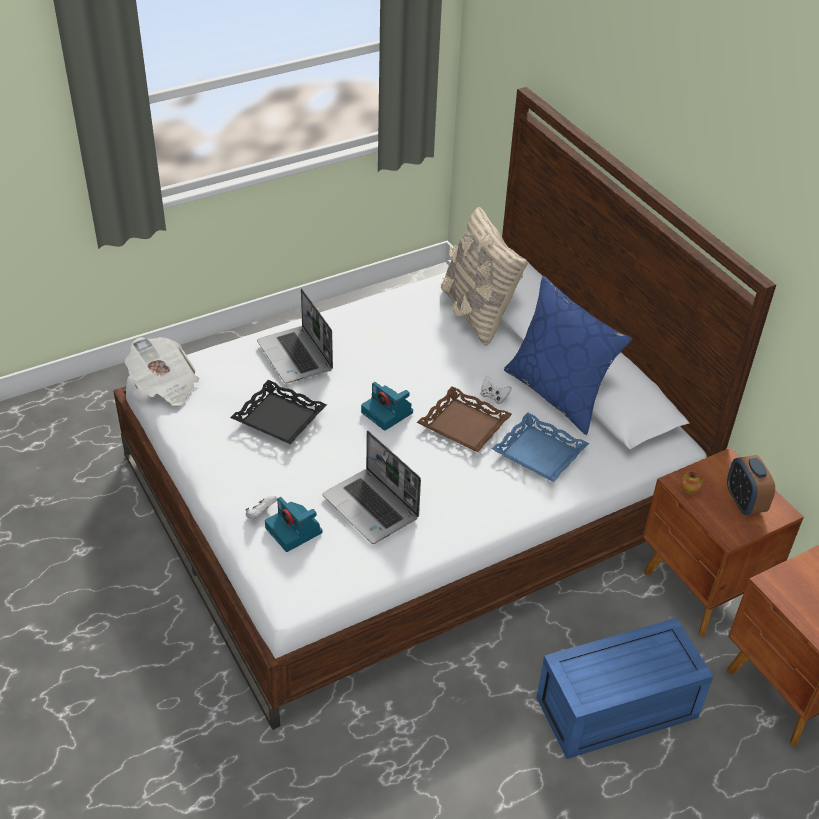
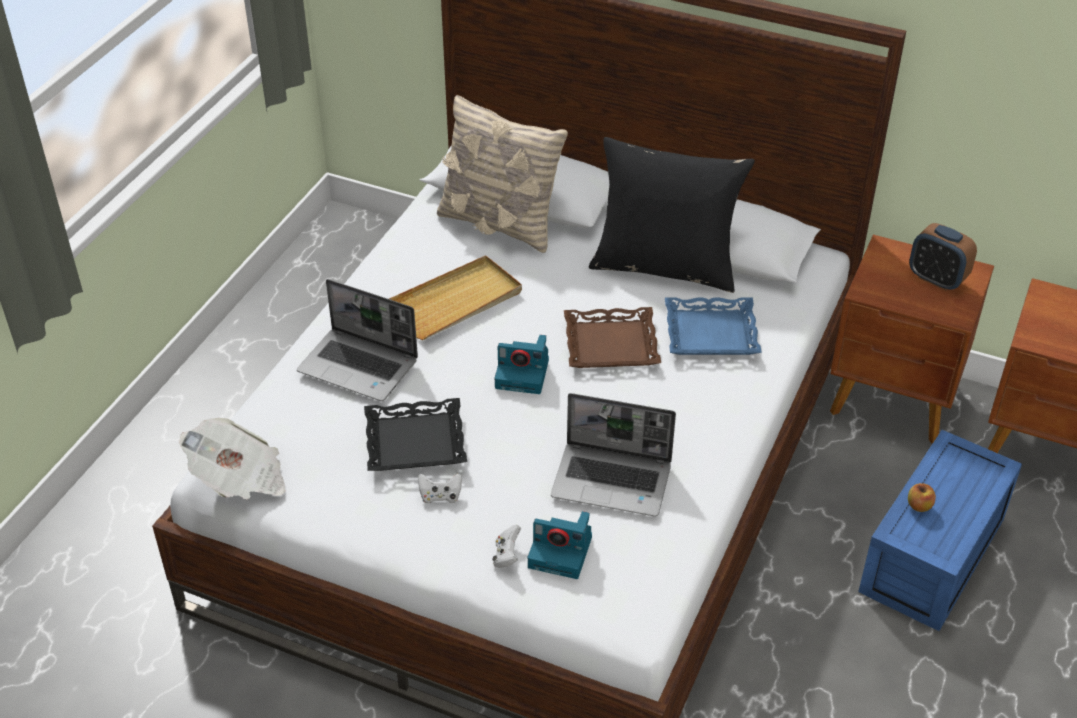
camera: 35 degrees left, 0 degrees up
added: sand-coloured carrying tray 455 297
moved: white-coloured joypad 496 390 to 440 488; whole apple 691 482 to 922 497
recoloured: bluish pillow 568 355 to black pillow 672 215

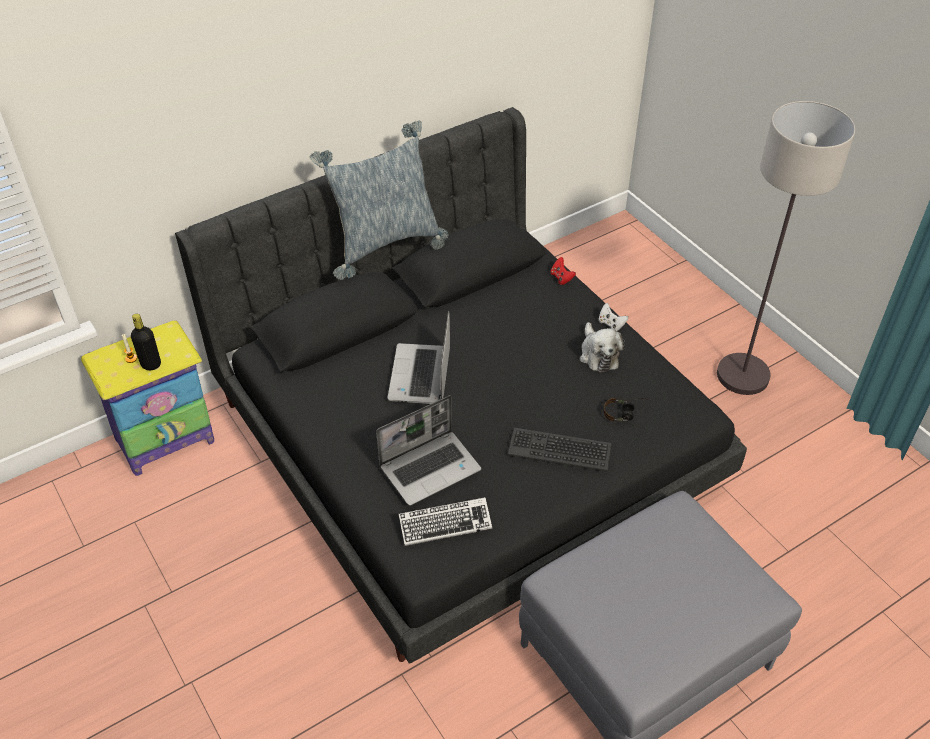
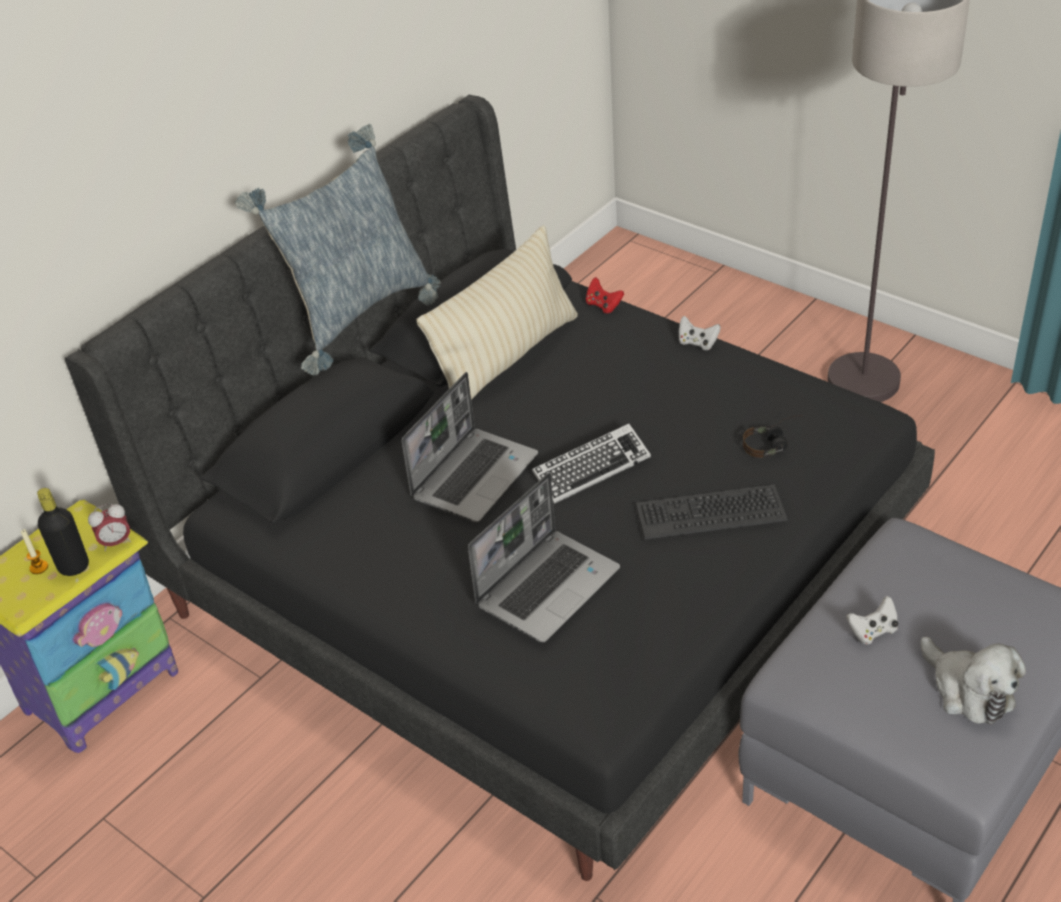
camera: 15 degrees left, 5 degrees down
added: bedside clock 109 527; sand-coloured pillow 497 312; white-coloured joypad 872 620
moved: PC keyboard 445 521 to 591 463; soft toy 602 347 to 973 681
turned: notebook computer 418 357 = 470 447 135 degrees counterclockwise

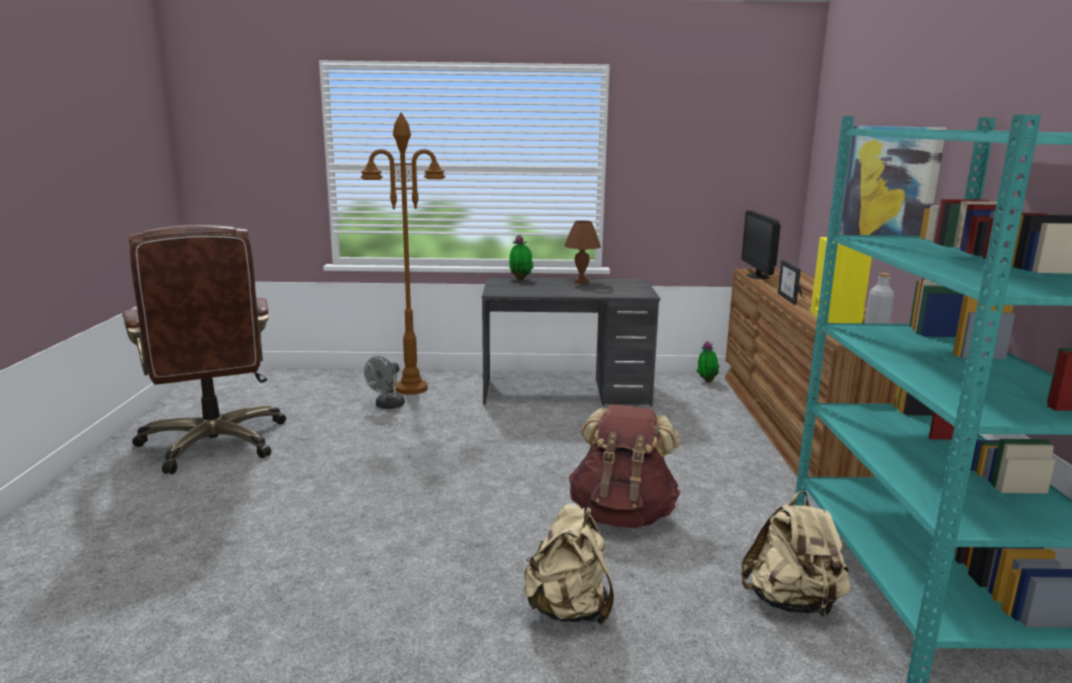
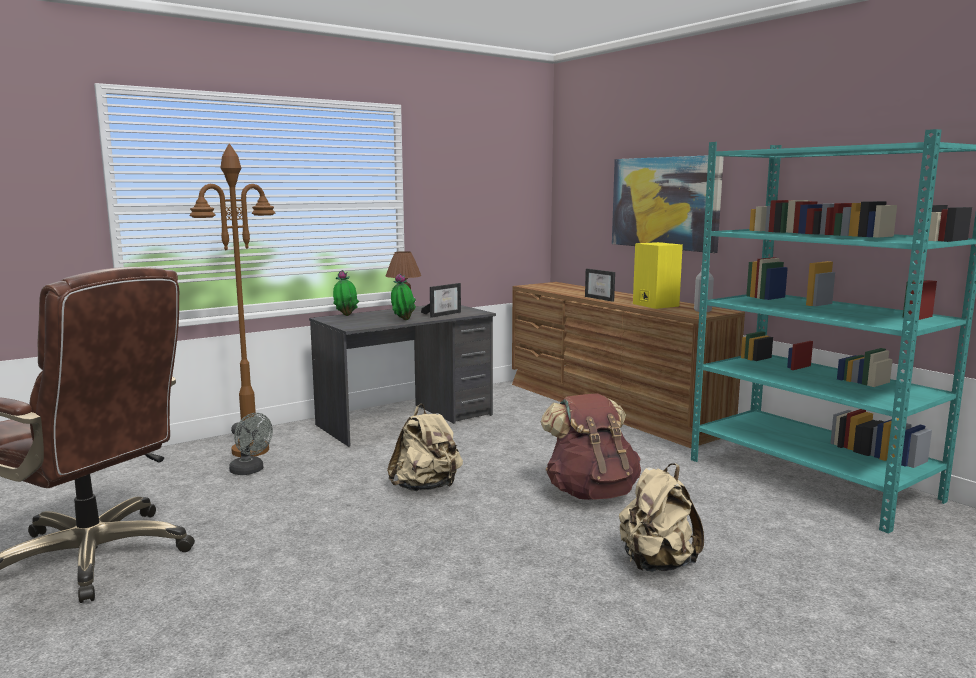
camera: 35 degrees left, 5 degrees down
removed: computer display 761 244
added: picture frame 441 300
moved: potted plant 707 361 to 403 296; sand-coloured backpack 796 554 to 425 447
turned: greyish electric fan 384 382 = 251 444 45 degrees counterclockwise

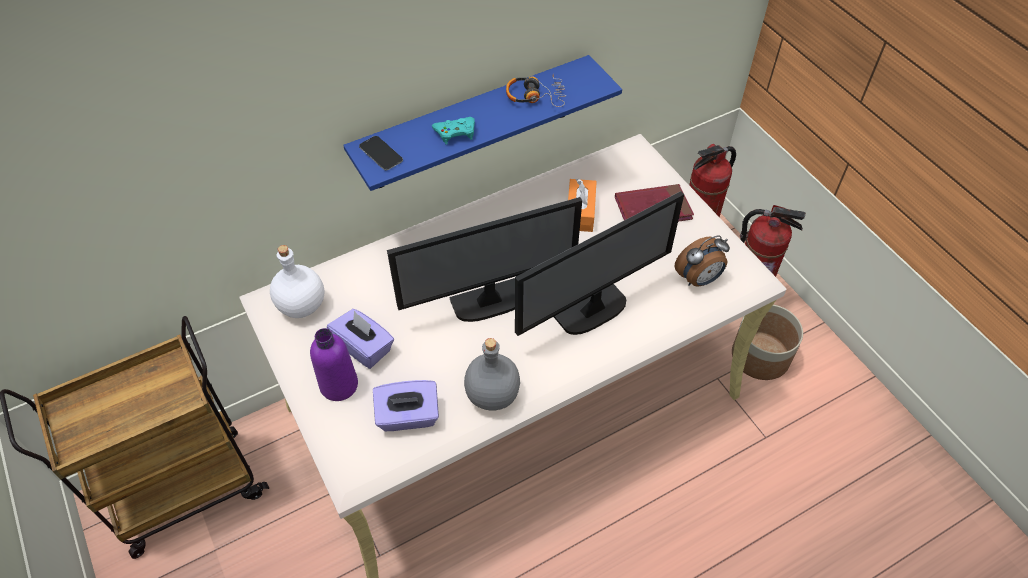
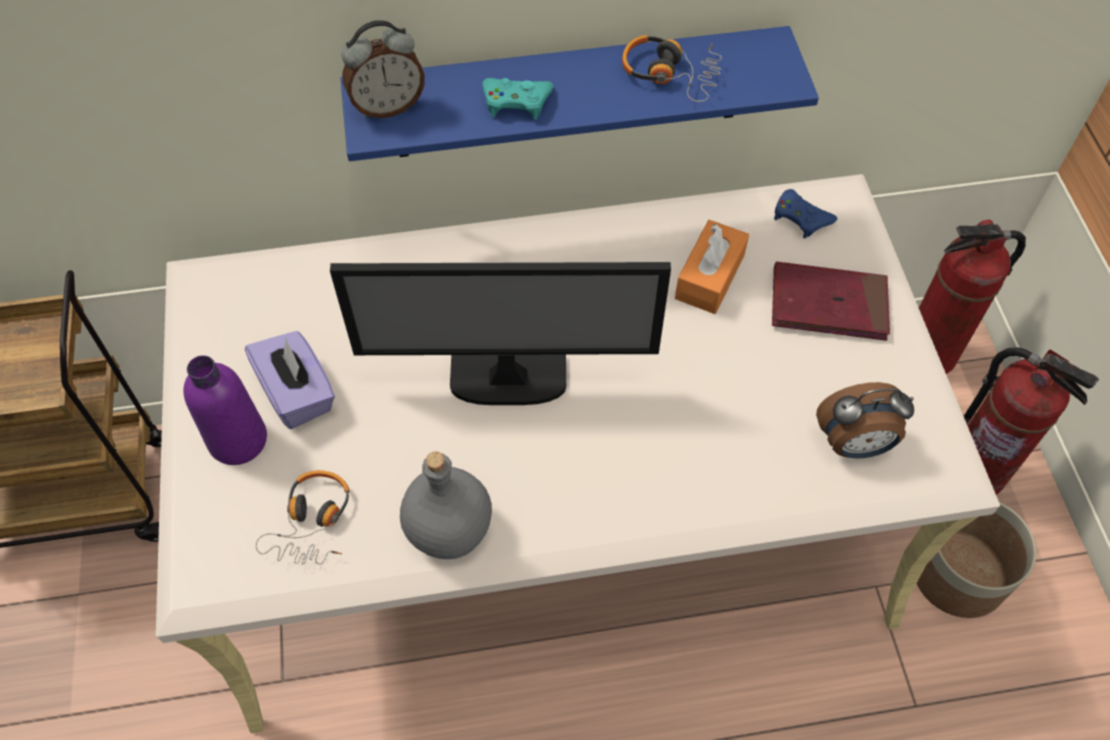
camera: 20 degrees right, 5 degrees up
removed: white-coloured beverage bottle 297 281; computer display 599 263
added: bluish joypad 805 214
replaced: telephone 381 153 to bedside clock 383 69; purple-coloured box of tissues 406 405 to headphones 302 517

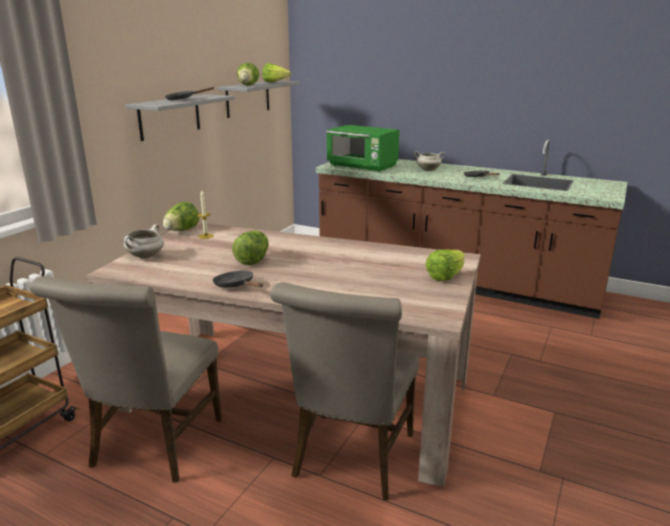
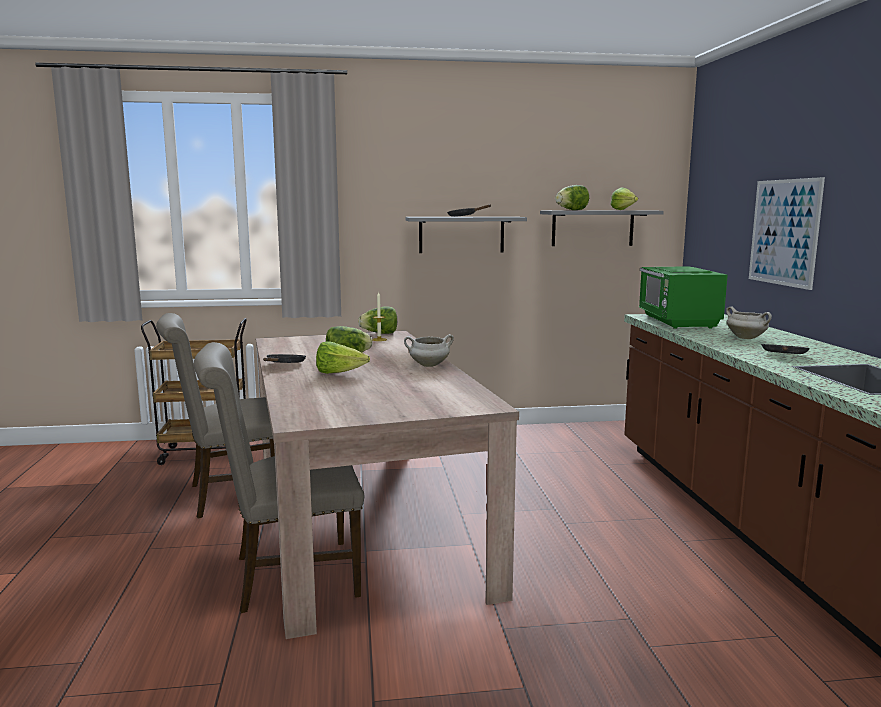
camera: 55 degrees right, 10 degrees down
added: picture 787 233
moved: white-coloured stockpot 144 241 to 429 350; lettuce 445 265 to 343 357

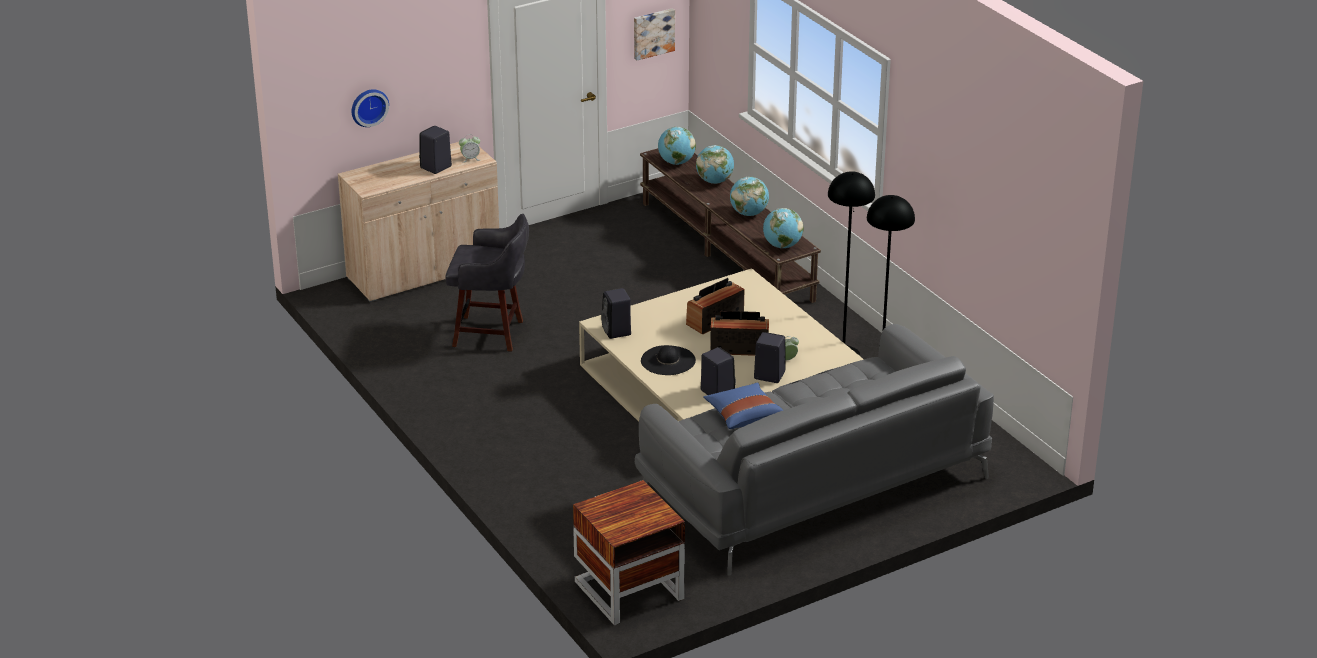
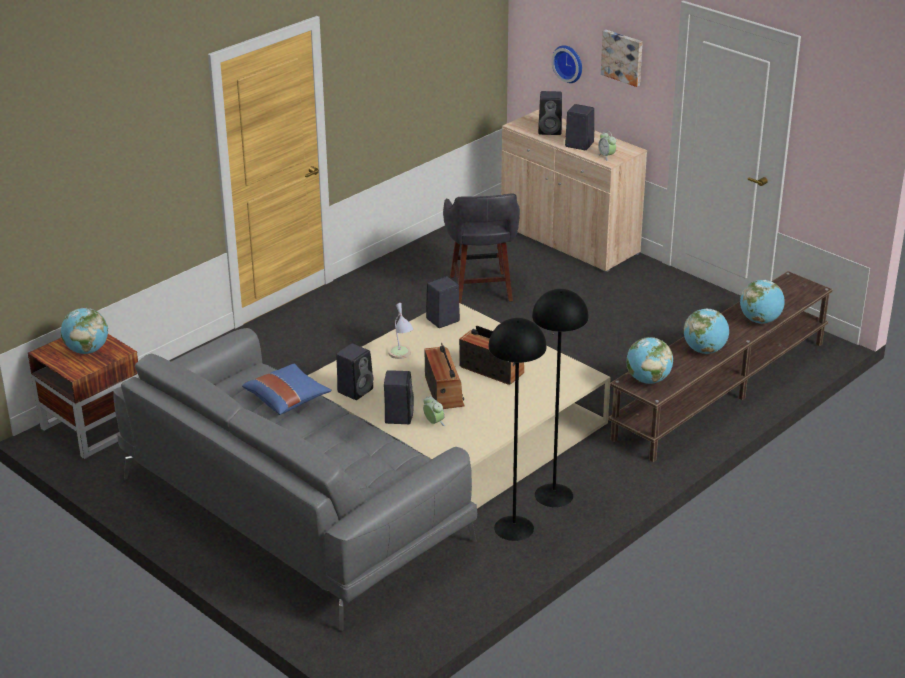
camera: 75 degrees right, 0 degrees up
added: black loudspeaker 550 113
moved: picture 654 34 to 622 58; globe 677 146 to 84 331
replaced: black hat 668 360 to tabletop lamp 400 331

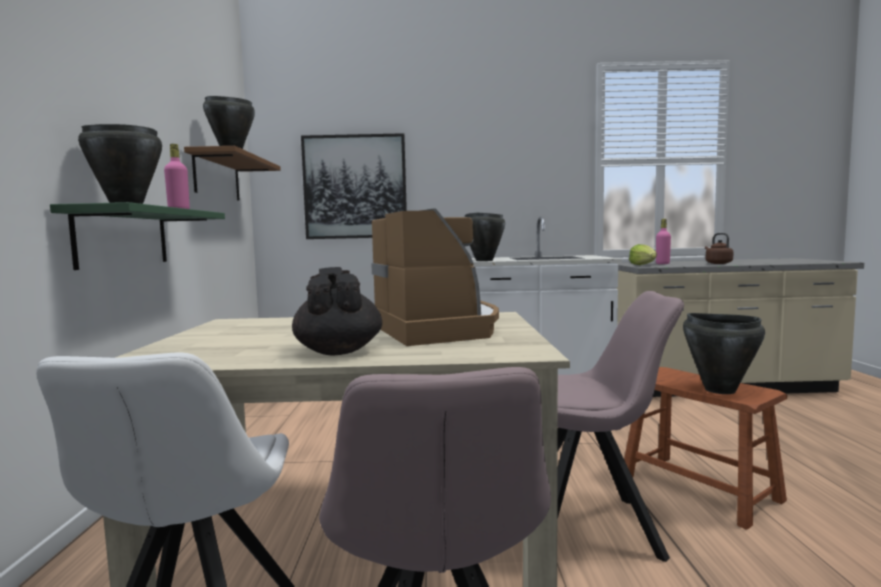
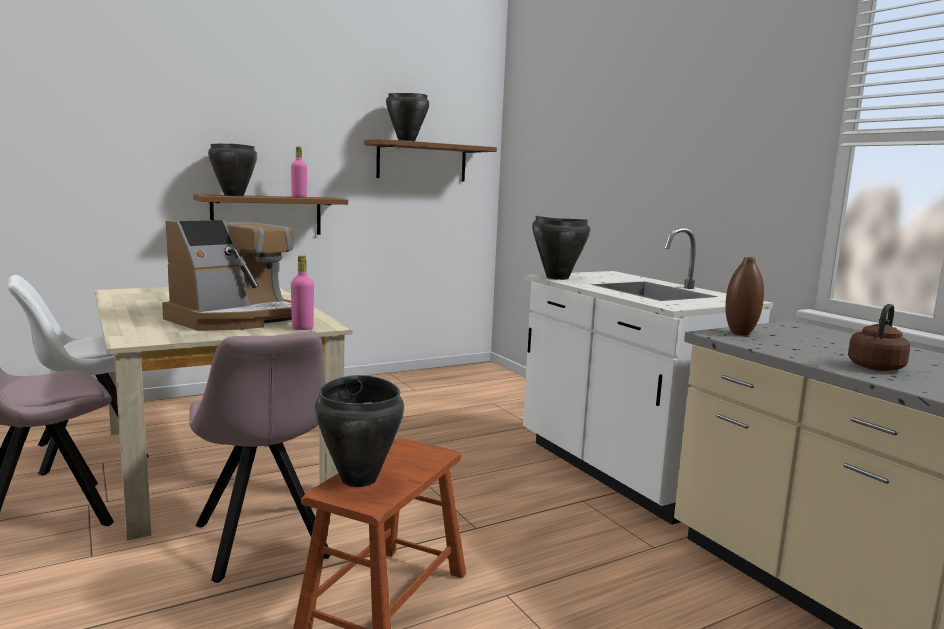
camera: 60 degrees right, 5 degrees up
removed: black tea pot 337 311; picture 354 186
moved: pinkish beverage bottle 663 241 to 302 292
replaced: lettuce 643 254 to brown-coloured vase 744 296
recoloured: green-coloured wall shelf 137 236 to brown-coloured wall shelf 270 214

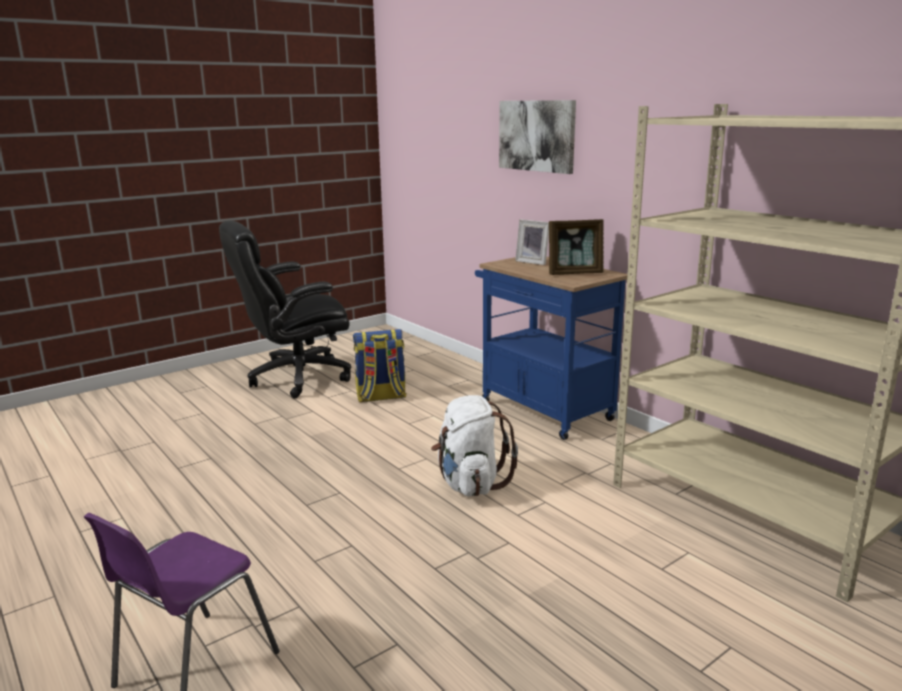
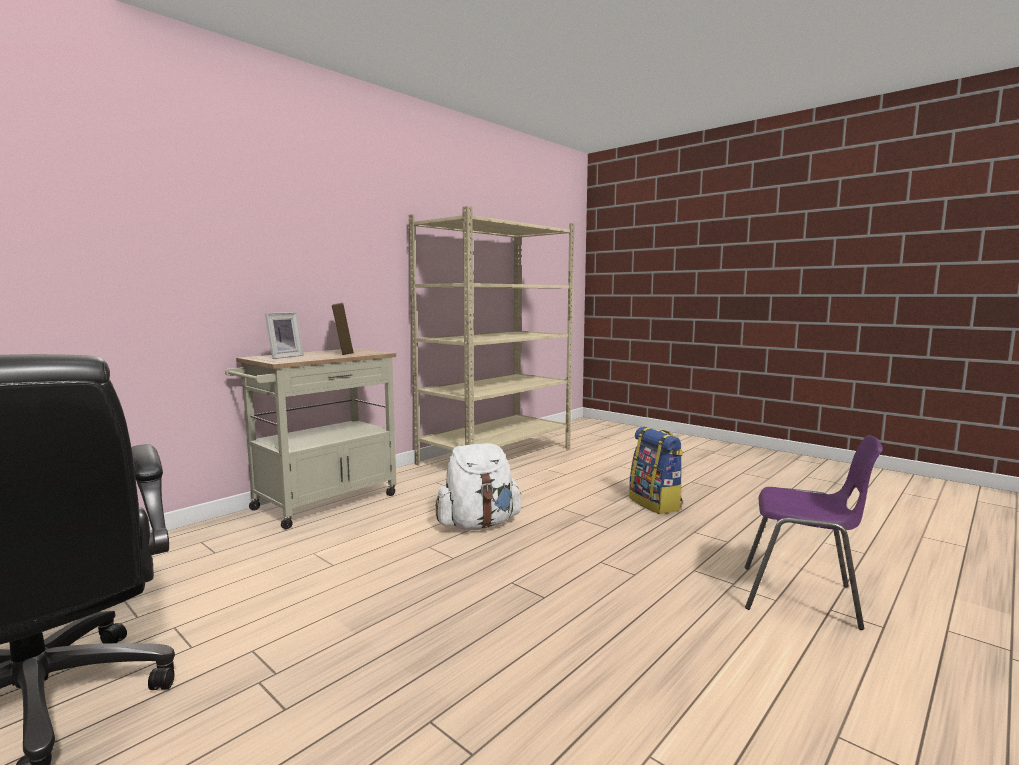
camera: 100 degrees left, 10 degrees down
removed: picture 537 137
moved: backpack 379 365 to 656 470
recoloured: bluish trolley 551 348 to sand-coloured trolley 310 438

